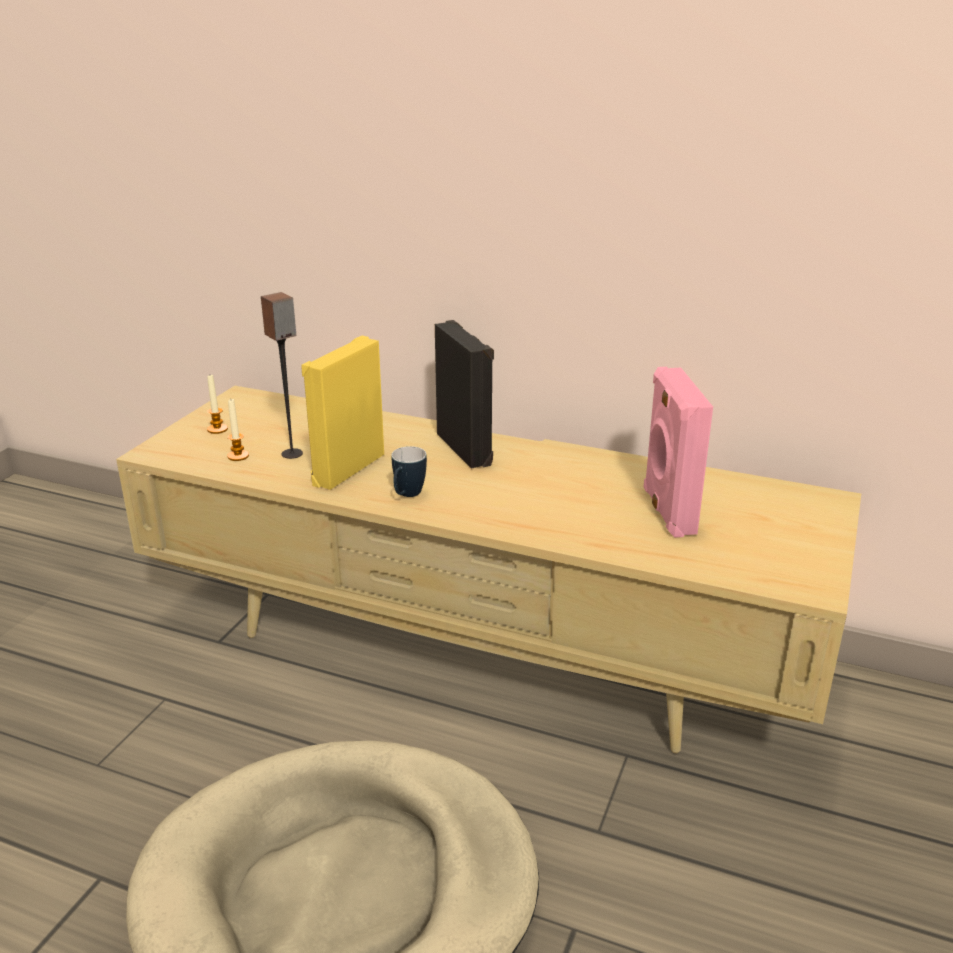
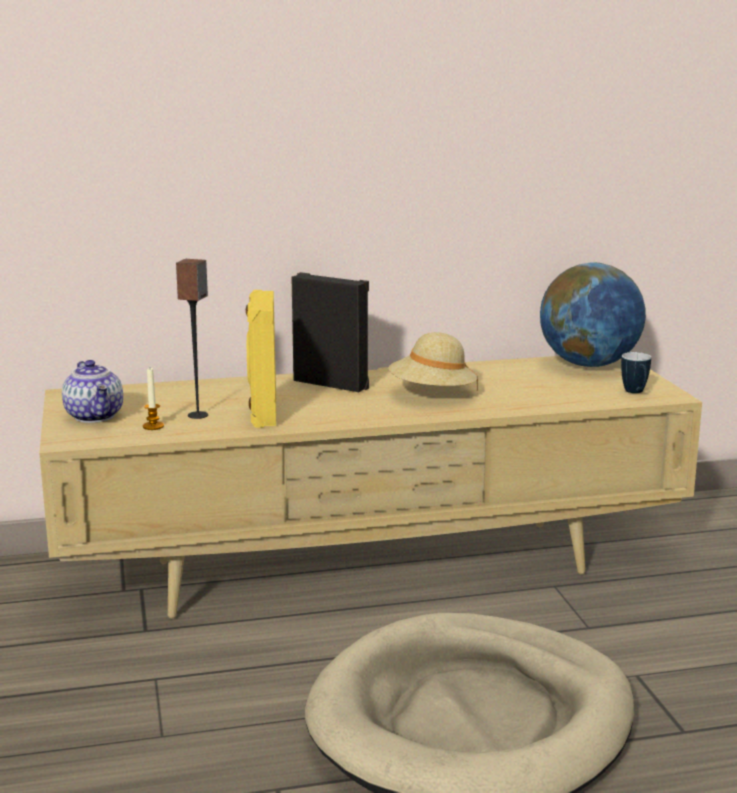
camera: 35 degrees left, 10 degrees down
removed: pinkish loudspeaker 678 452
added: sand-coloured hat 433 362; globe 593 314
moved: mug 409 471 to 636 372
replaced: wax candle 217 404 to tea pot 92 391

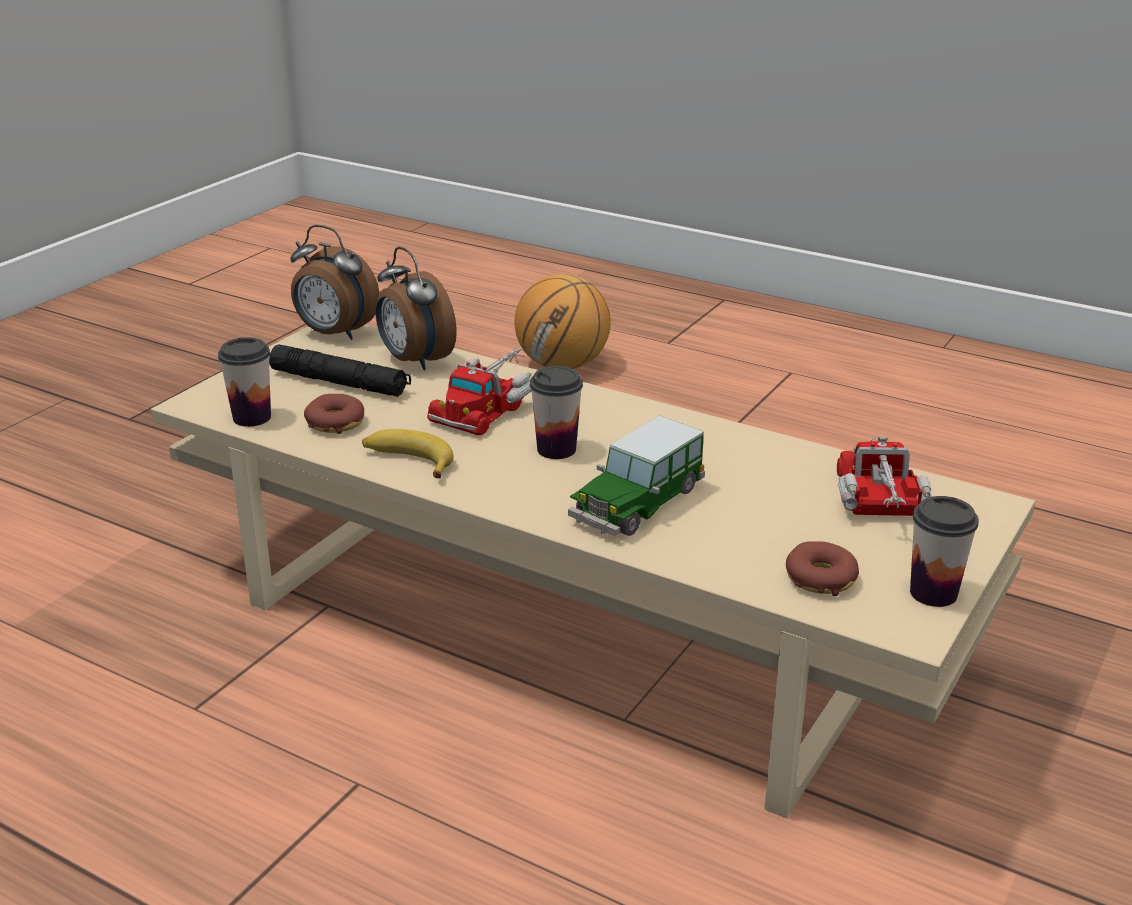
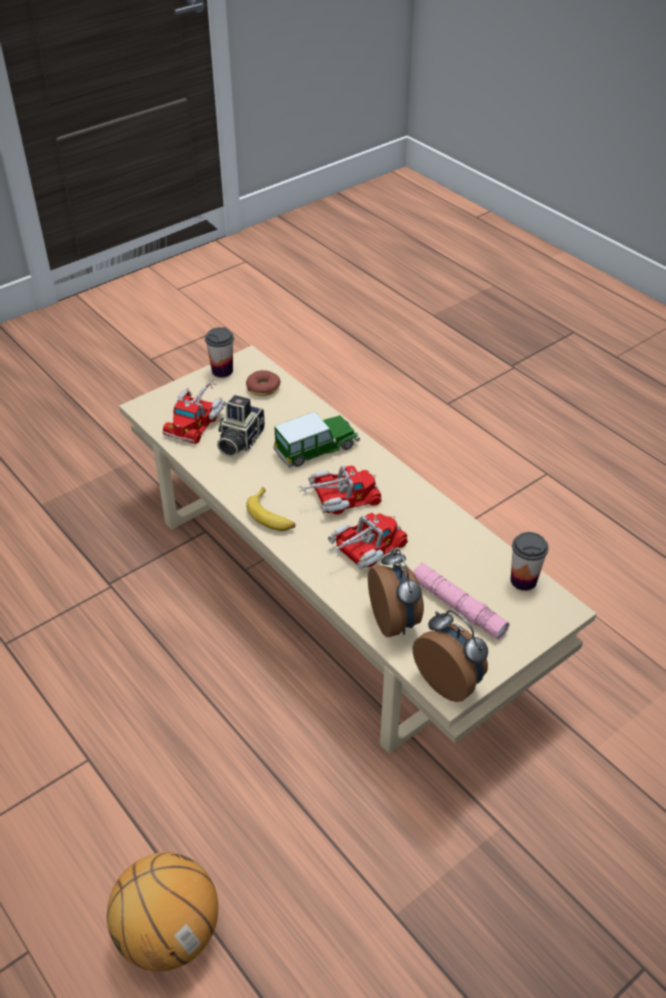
camera: 160 degrees left, 15 degrees up
removed: doughnut 334 414
added: photo camera 241 426
moved: whole banana 408 453 to 270 509
replaced: cup 556 412 to toy truck 339 490
recoloured: black hand torch 340 371 to pinkish hand torch 461 601

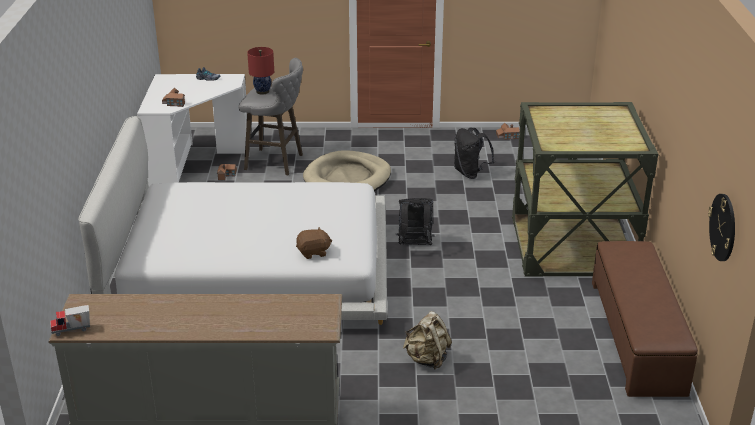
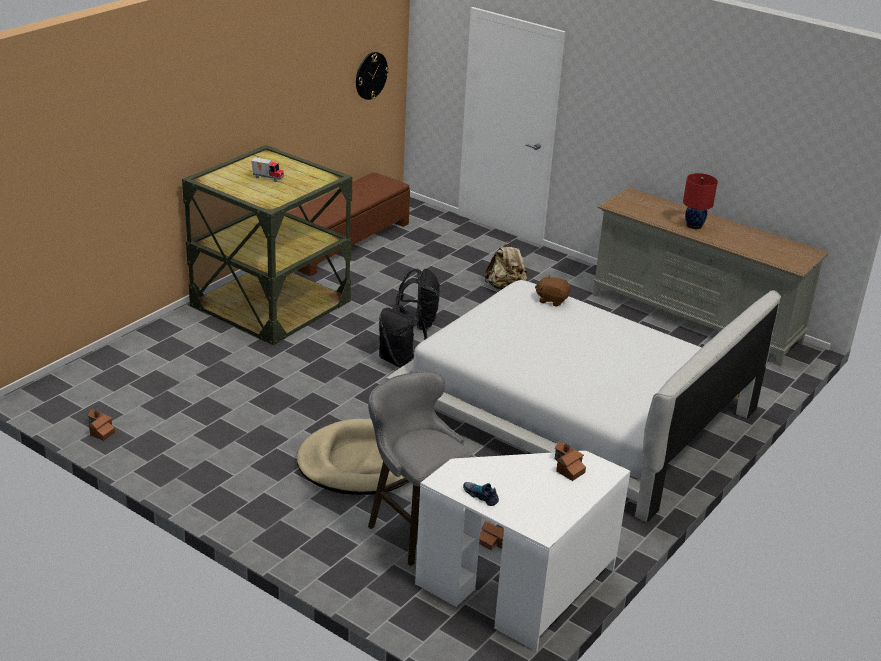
camera: 145 degrees left, 0 degrees up
moved: toy truck 70 320 to 267 170; red-coloured tabletop lamp 260 70 to 700 201; black backpack 474 153 to 418 299

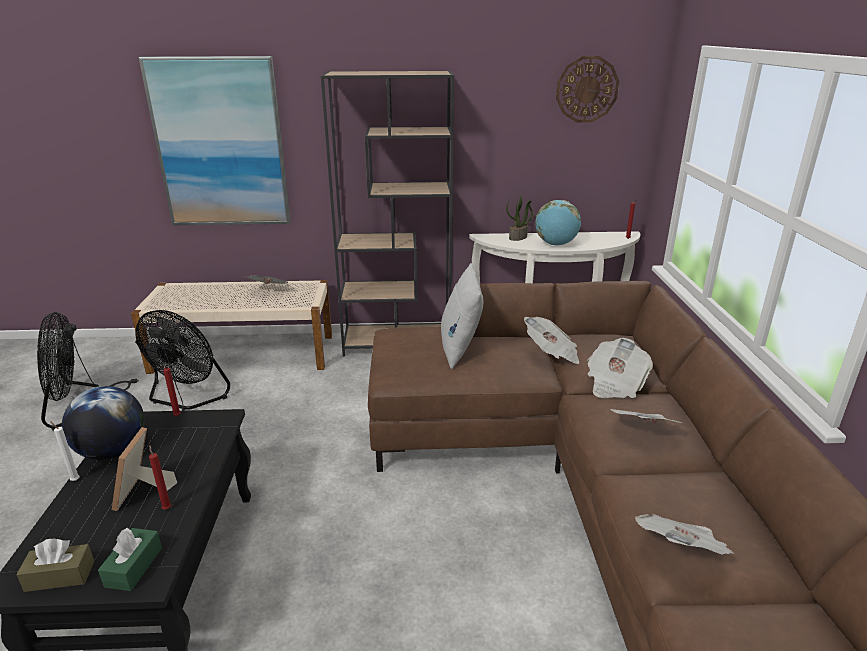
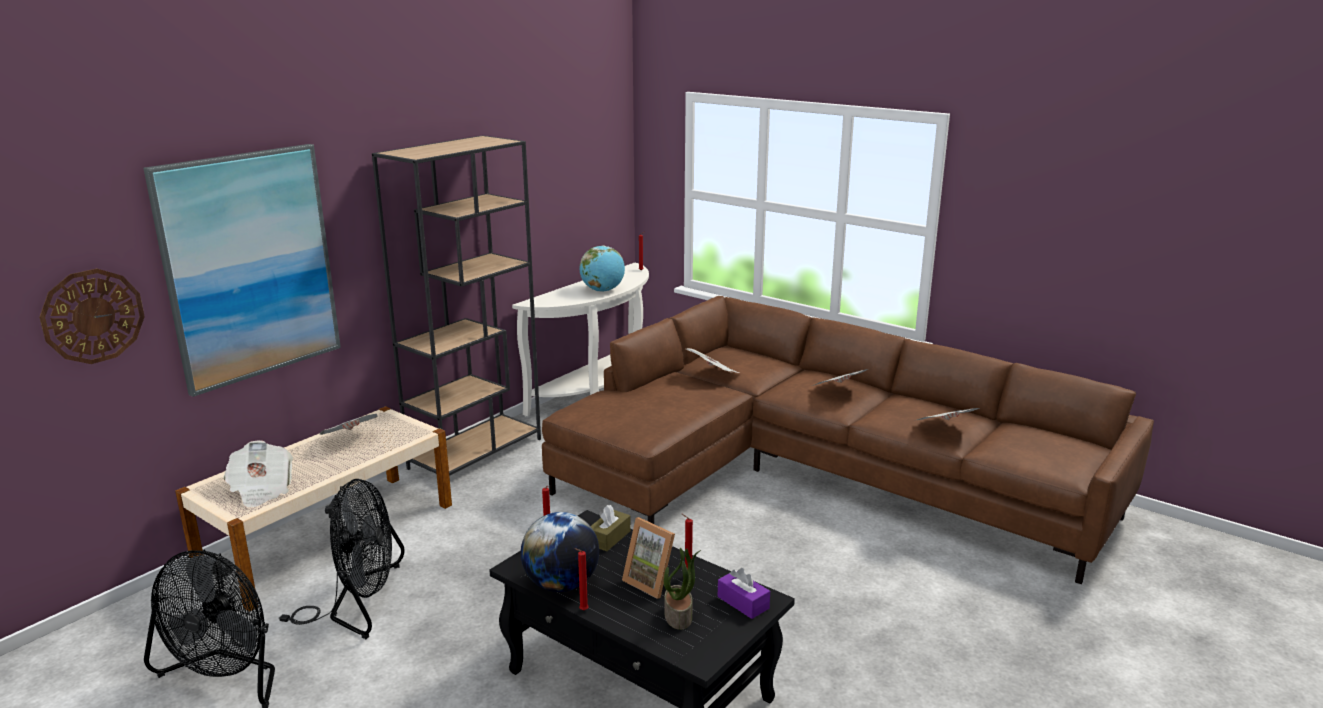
camera: 50 degrees left, 5 degrees down
removed: greyish pillow 462 316
moved: brown-coloured box of tissues 55 565 to 611 528; potted plant 519 218 to 682 589; wall clock 587 89 to 92 316; daily paper 620 368 to 258 474
recoloured: white-coloured wax candle 65 451 to red-coloured wax candle 582 579; green-coloured box of tissues 130 559 to purple-coloured box of tissues 744 593
turned: black electric fan 182 360 = 341 559 120 degrees clockwise

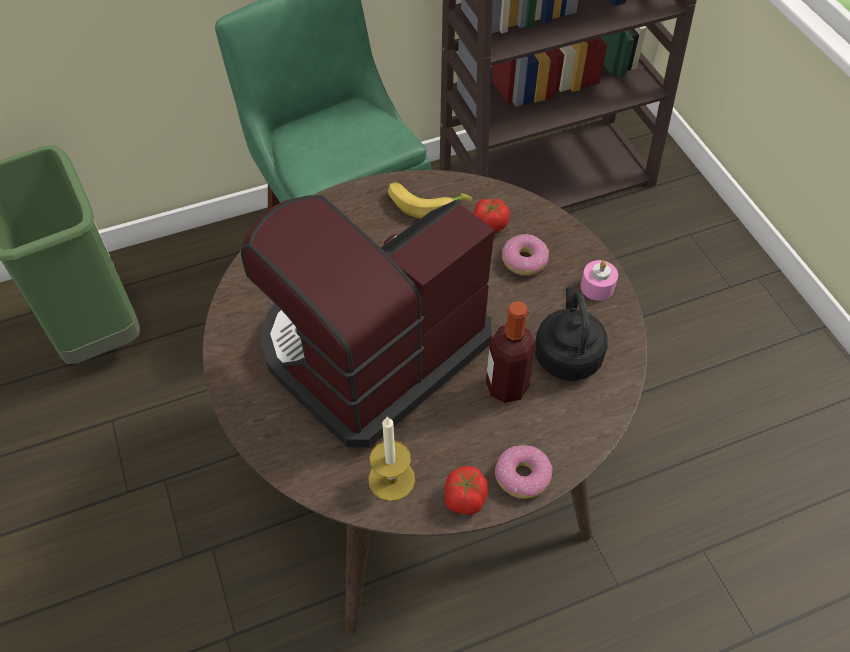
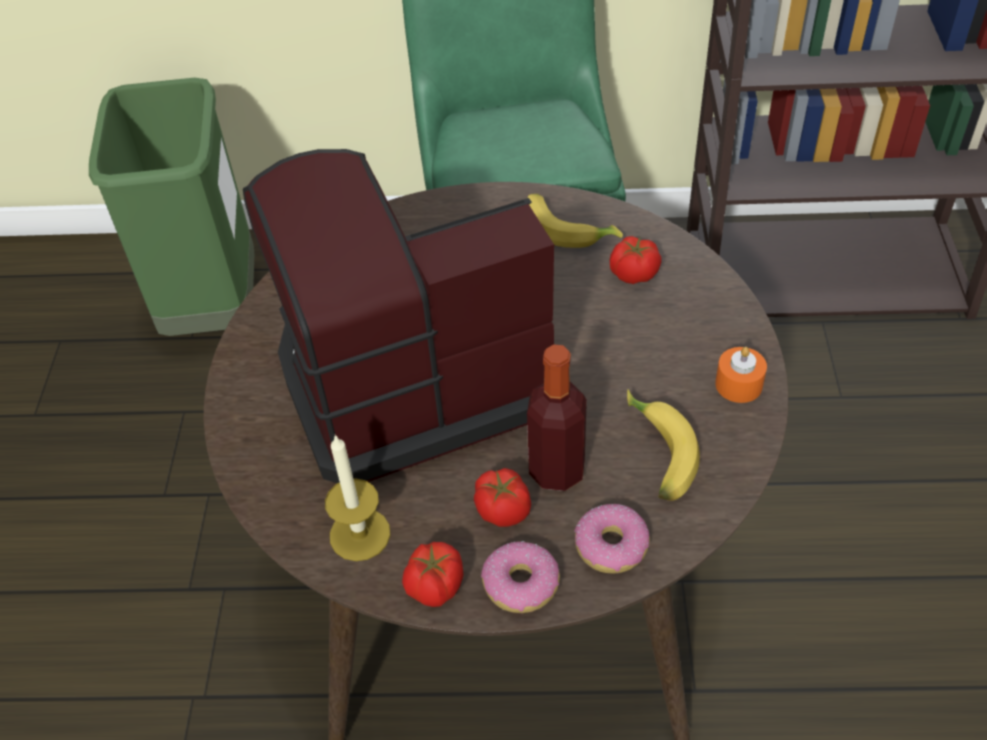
camera: 25 degrees right, 5 degrees down
added: whole tomato 502 497
moved: doughnut 525 255 to 612 539
replaced: black tea kettle 571 333 to whole banana 663 445
recoloured: pinkish wax candle 599 280 to orangey wax candle 741 375

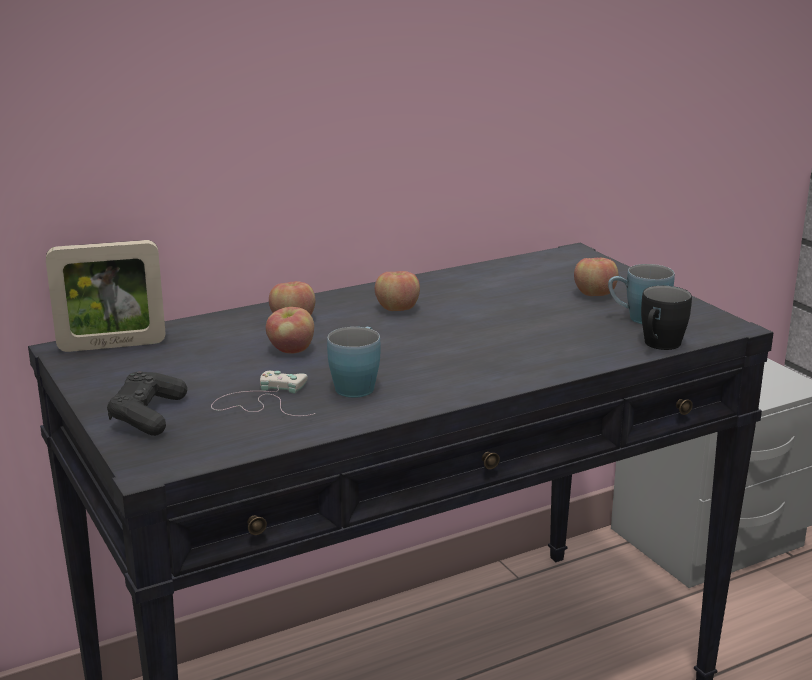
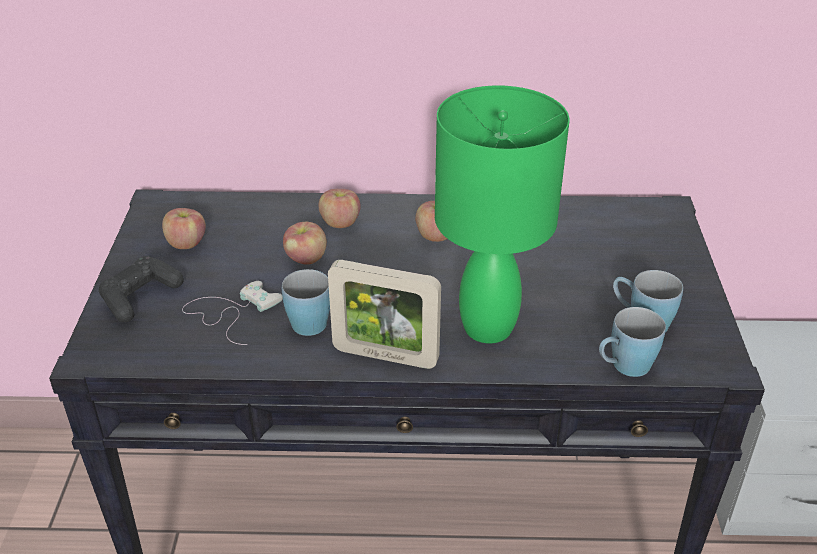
camera: 30 degrees right, 15 degrees up
added: green-coloured tabletop lamp 502 214
moved: picture frame 106 296 to 384 314; whole apple 596 277 to 184 228
recoloured: black mug 666 318 to bluish mug 632 342

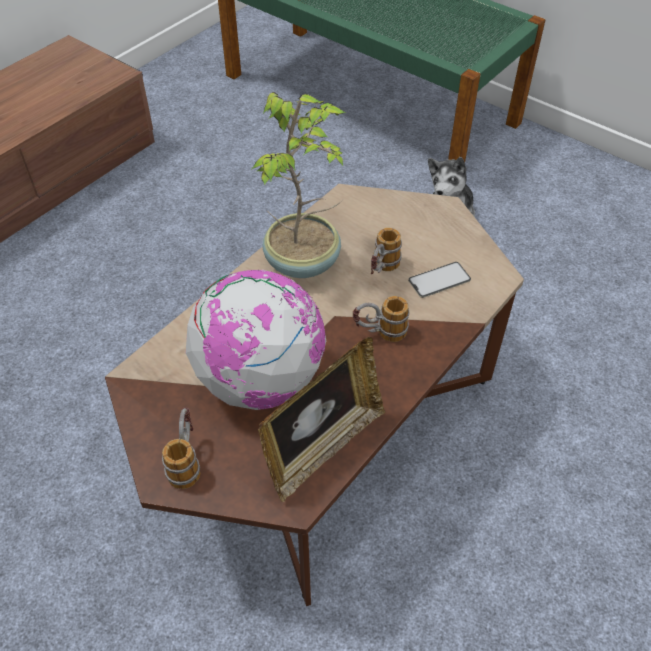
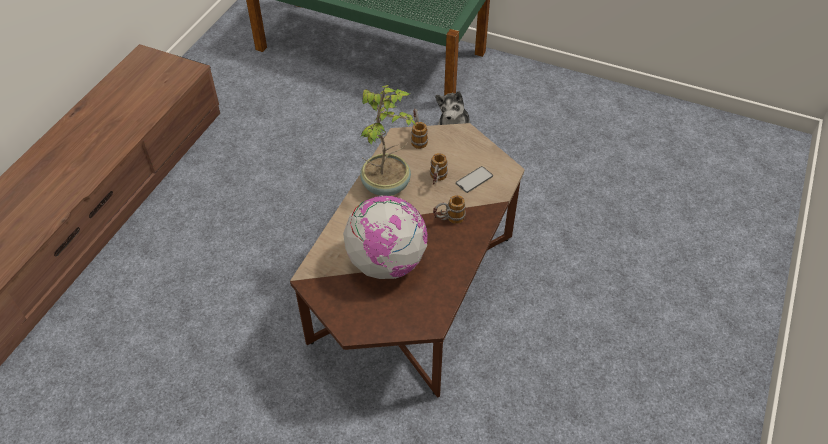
camera: 15 degrees left, 0 degrees up
removed: picture frame 321 419
moved: mug 181 448 to 419 129

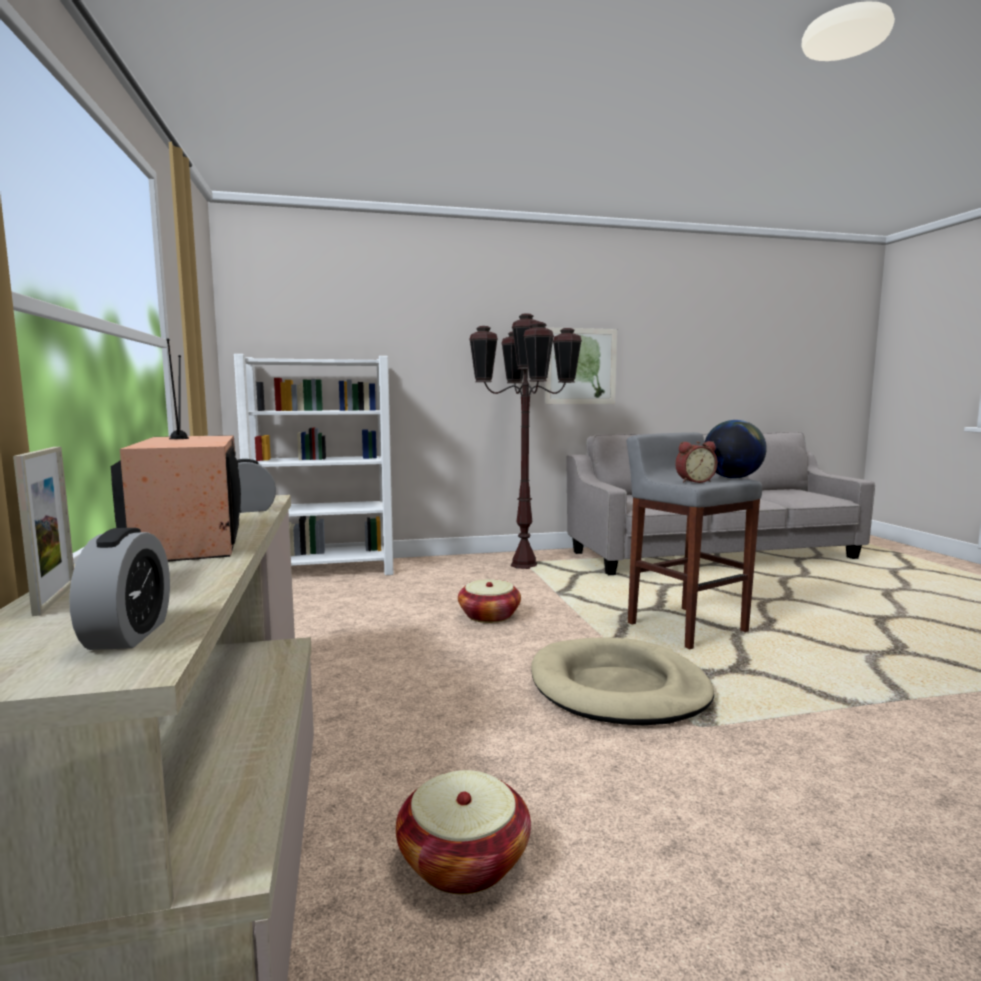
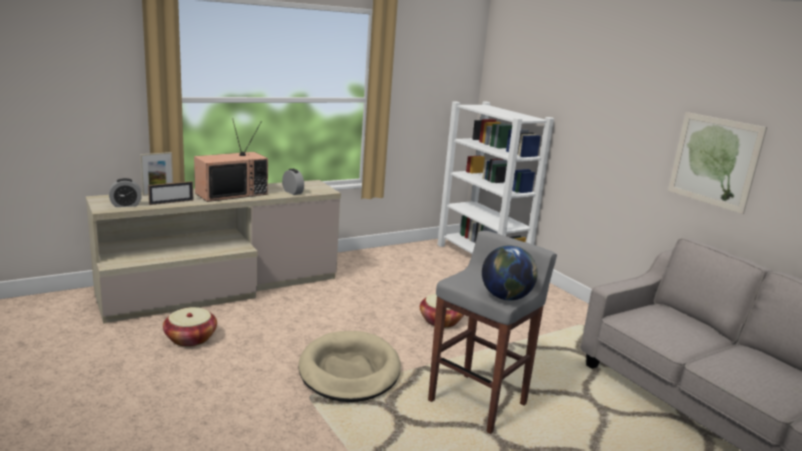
camera: 70 degrees right, 10 degrees up
removed: brown-coloured standard lamp 525 441; bedside clock 696 462
added: picture frame 170 193

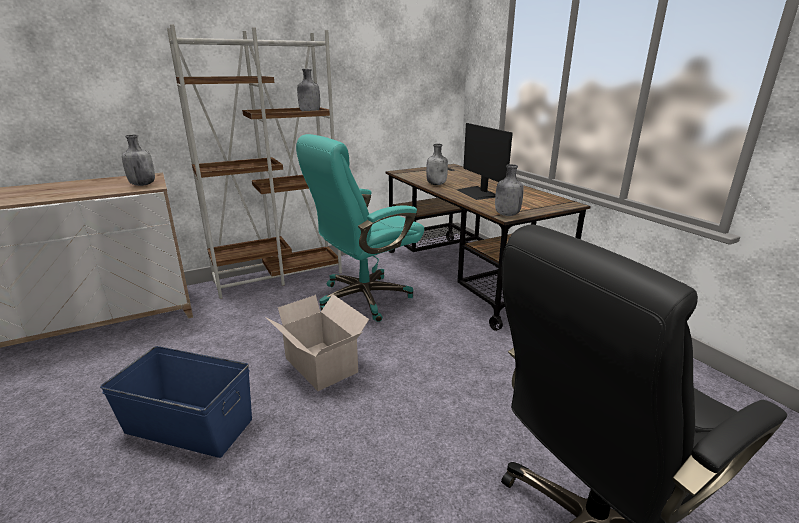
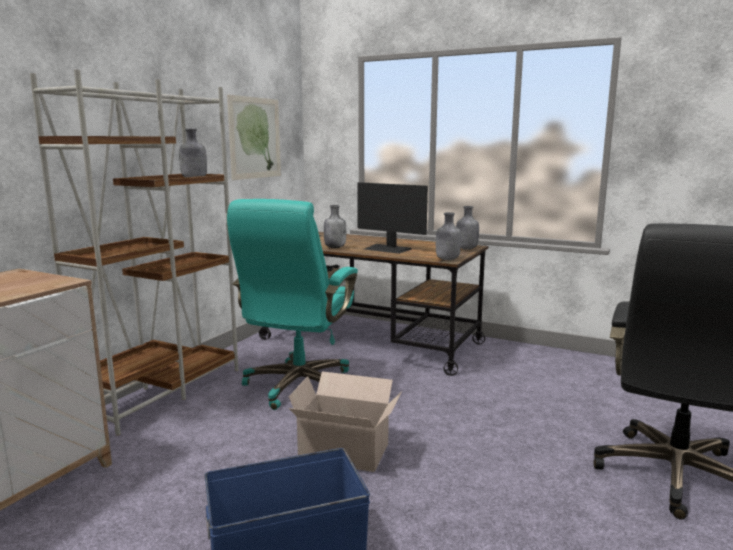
camera: 35 degrees left, 10 degrees down
added: picture 254 137
moved: greyish beverage bottle 138 160 to 467 228

